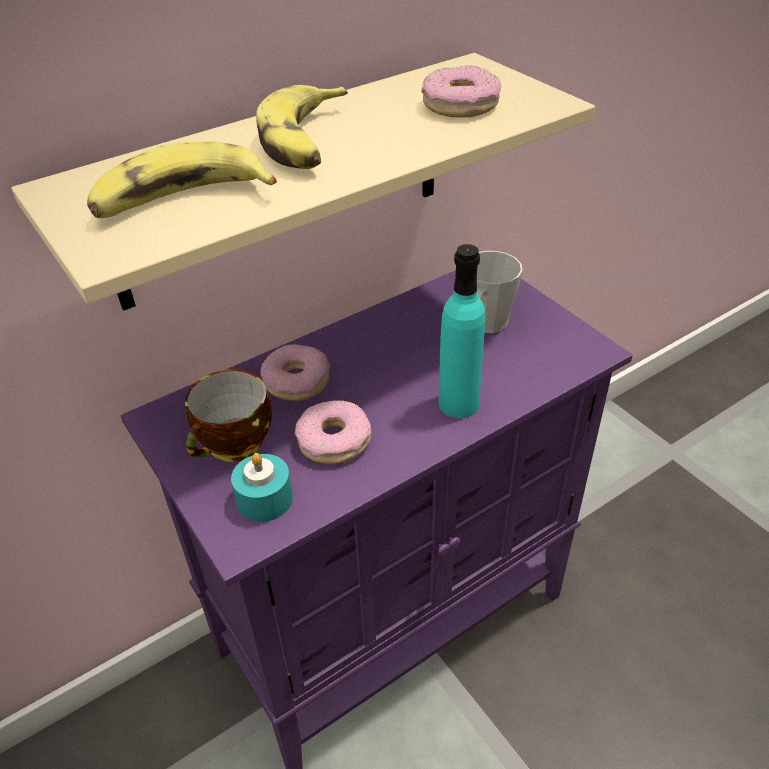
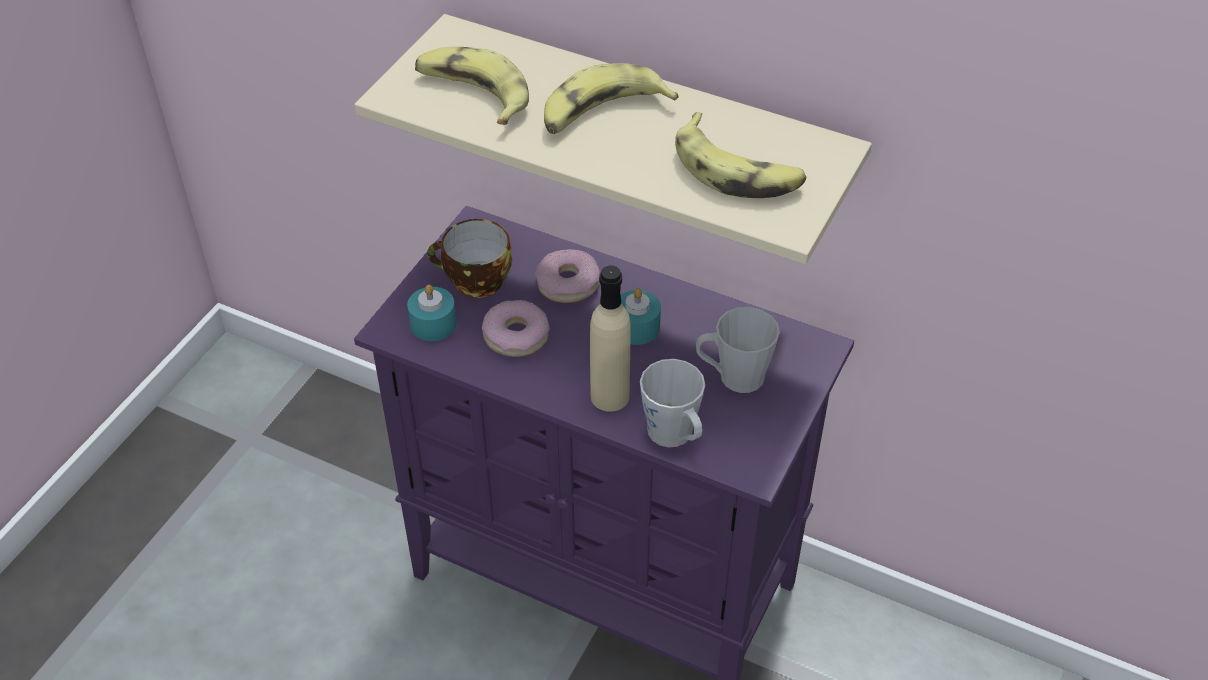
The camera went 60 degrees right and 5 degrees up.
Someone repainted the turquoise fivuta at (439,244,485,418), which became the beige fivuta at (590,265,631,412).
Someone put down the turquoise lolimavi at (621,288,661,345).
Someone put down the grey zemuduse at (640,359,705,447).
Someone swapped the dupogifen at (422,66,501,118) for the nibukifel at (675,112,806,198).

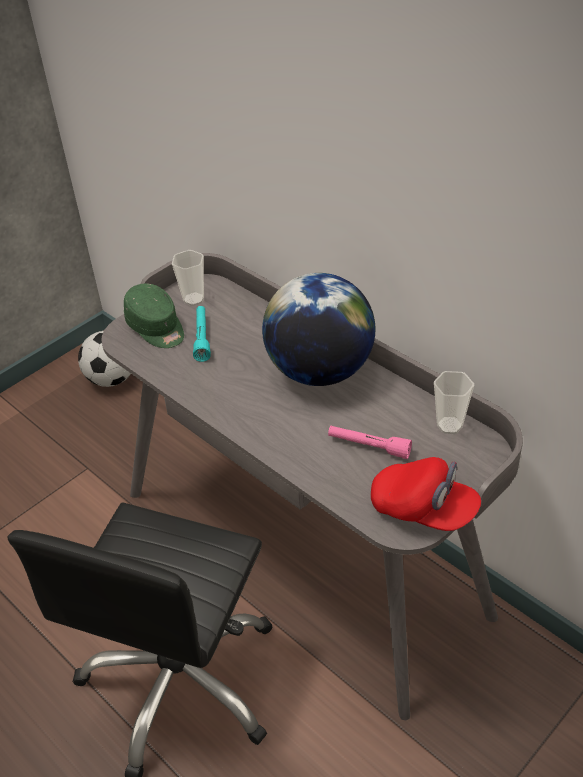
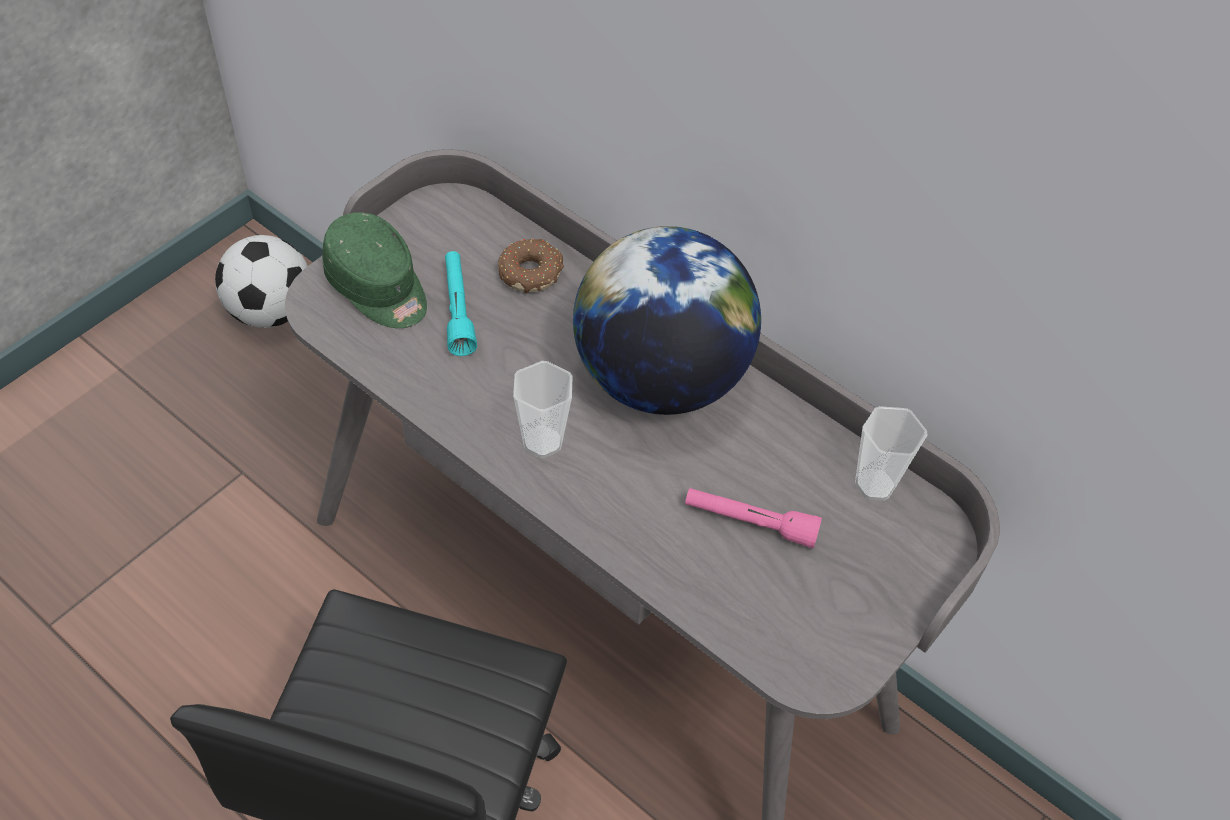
The camera went 10 degrees left and 10 degrees up.
Someone put down the dupogifen at (498,239,564,294).
Someone carried the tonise from (172,250,204,306) to (513,361,573,458).
Someone took away the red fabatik at (371,457,481,531).

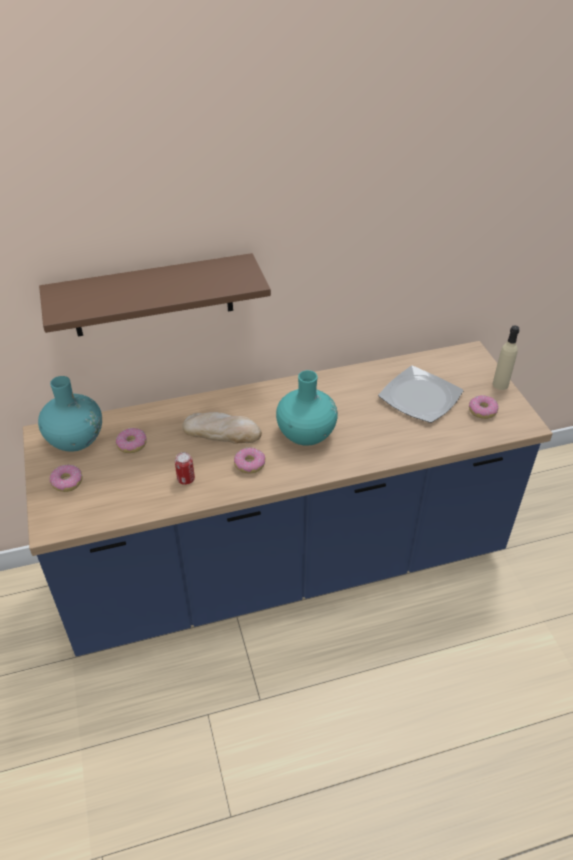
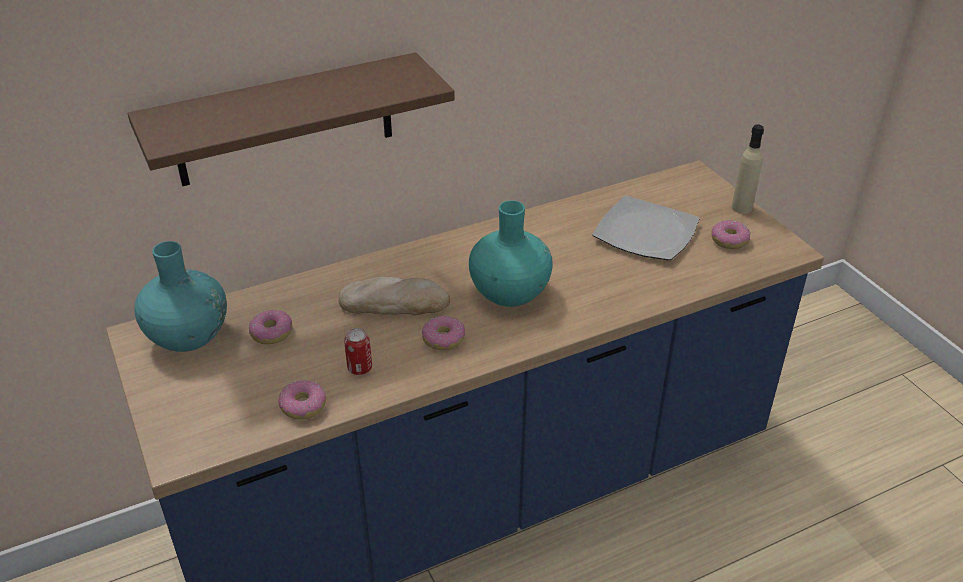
The camera went 10 degrees left and 5 degrees down.
Someone carried the dupogifen from (50,465,82,492) to (278,380,326,419).

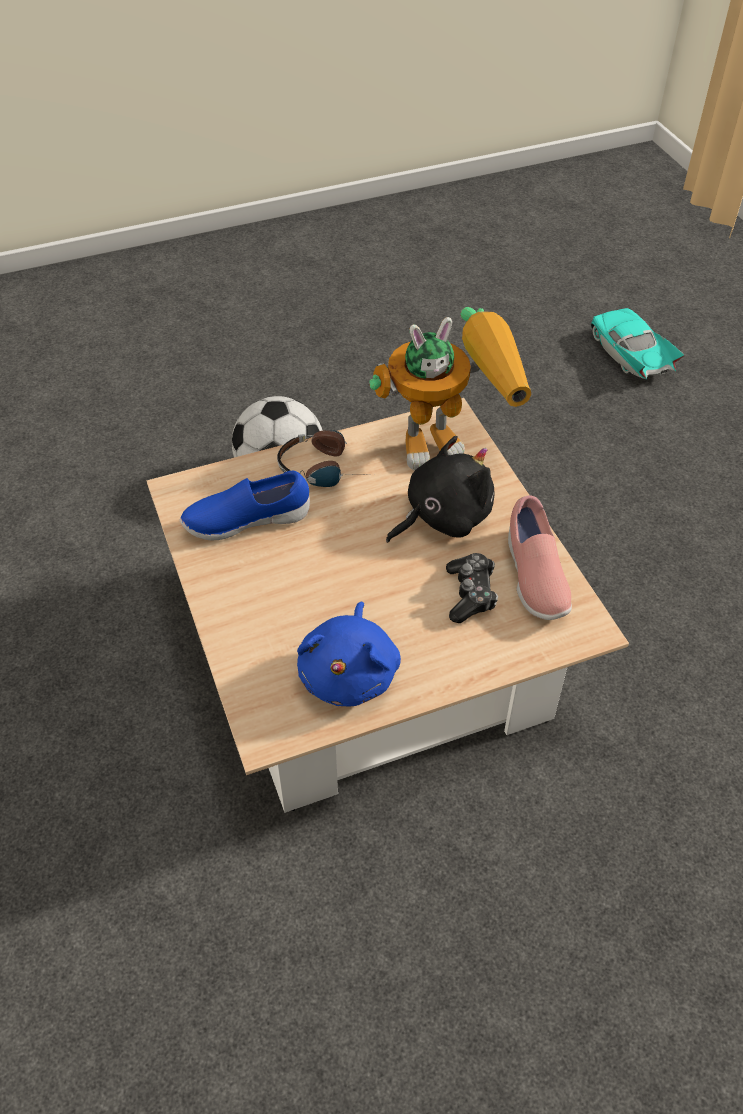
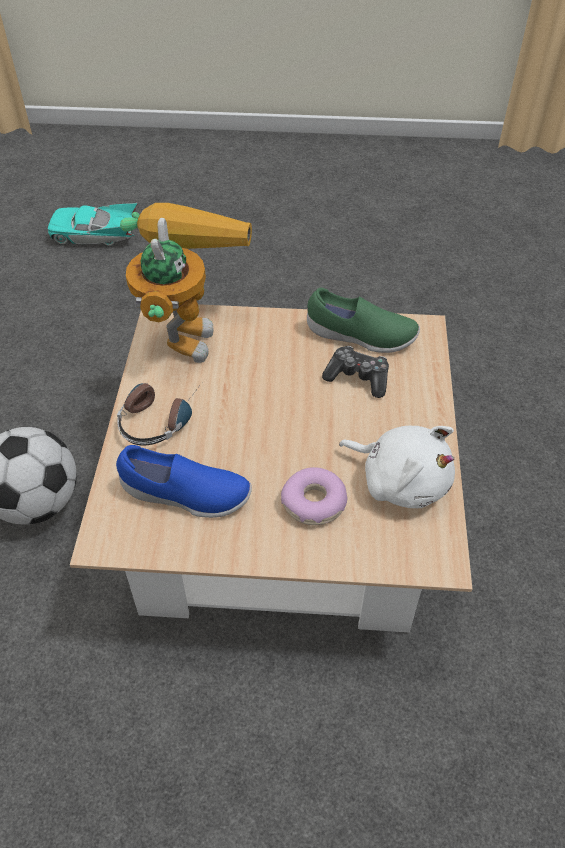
The camera went 65 degrees left and 0 degrees up.
Someone rotated the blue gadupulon at (180,471,310,540) by 90 degrees counterclockwise.
Someone put down the dupogifen at (281,467,347,525).
Someone repainted the pink gadupulon at (508,495,572,620), which became the green gadupulon at (307,288,420,353).
Someone repainted the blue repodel at (297,602,401,707), which became the white repodel at (339,426,455,508).
Someone took away the black repodel at (386,436,494,543).

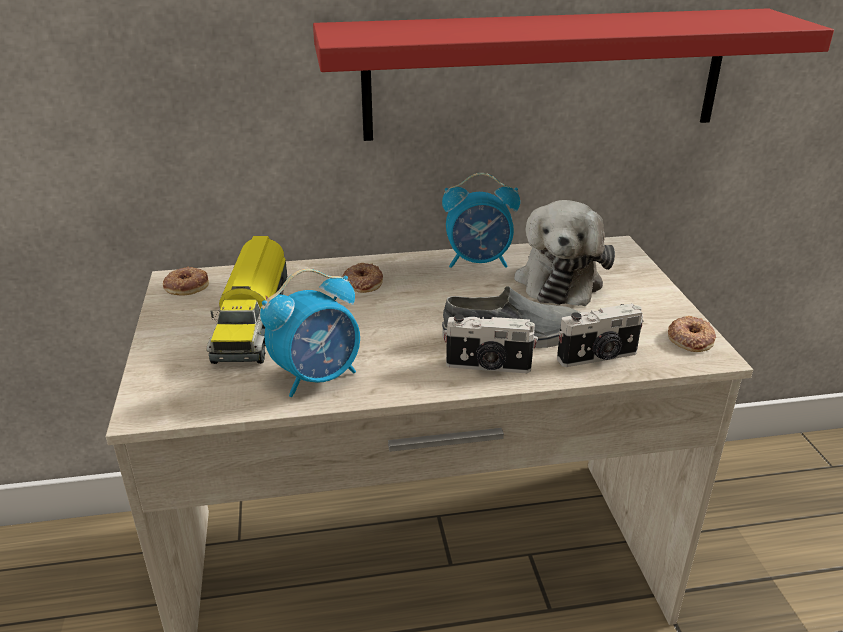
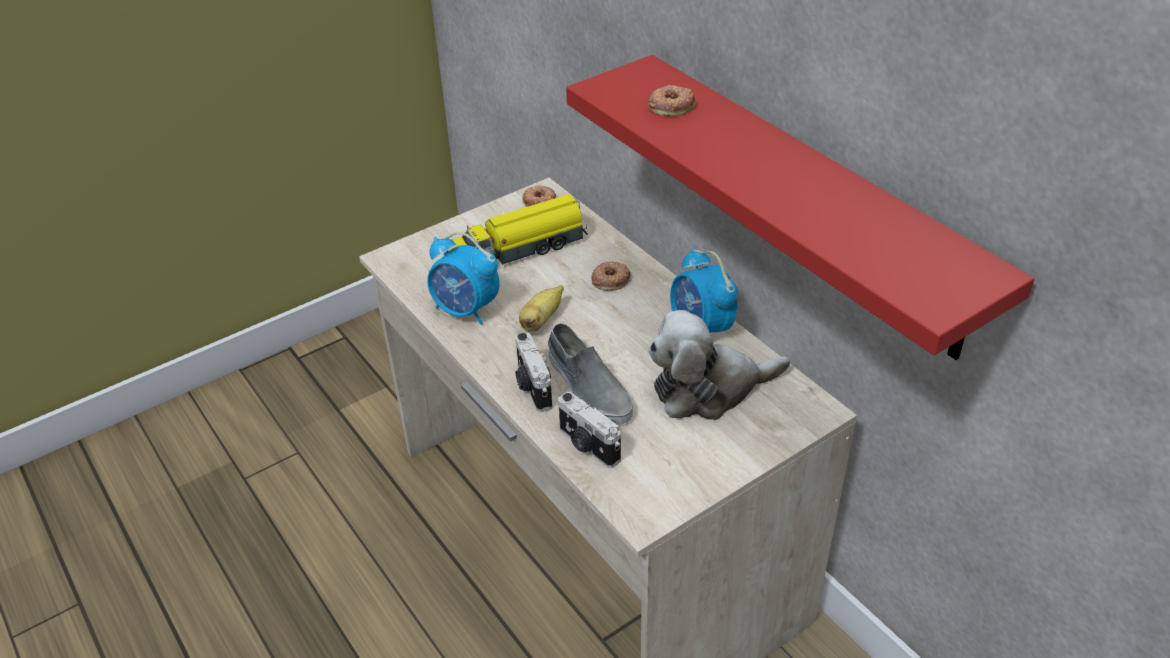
The camera went 65 degrees right and 10 degrees up.
Someone put down the nibukifel at (519,285,564,332).
Someone carried the dupogifen from (668,316,716,352) to (648,84,695,117).

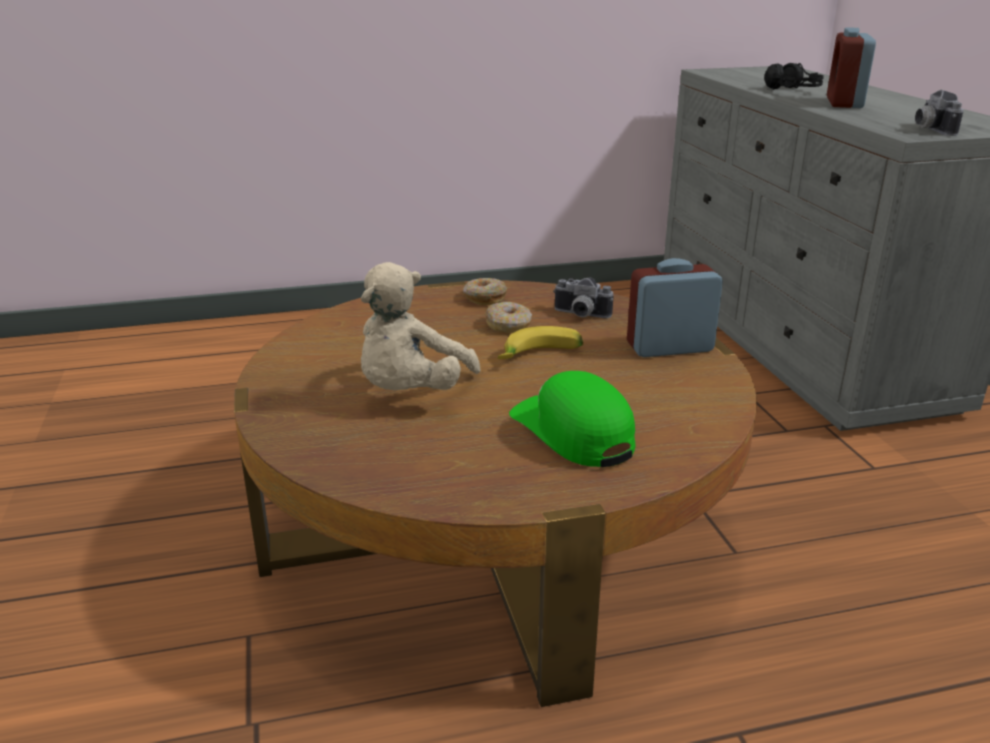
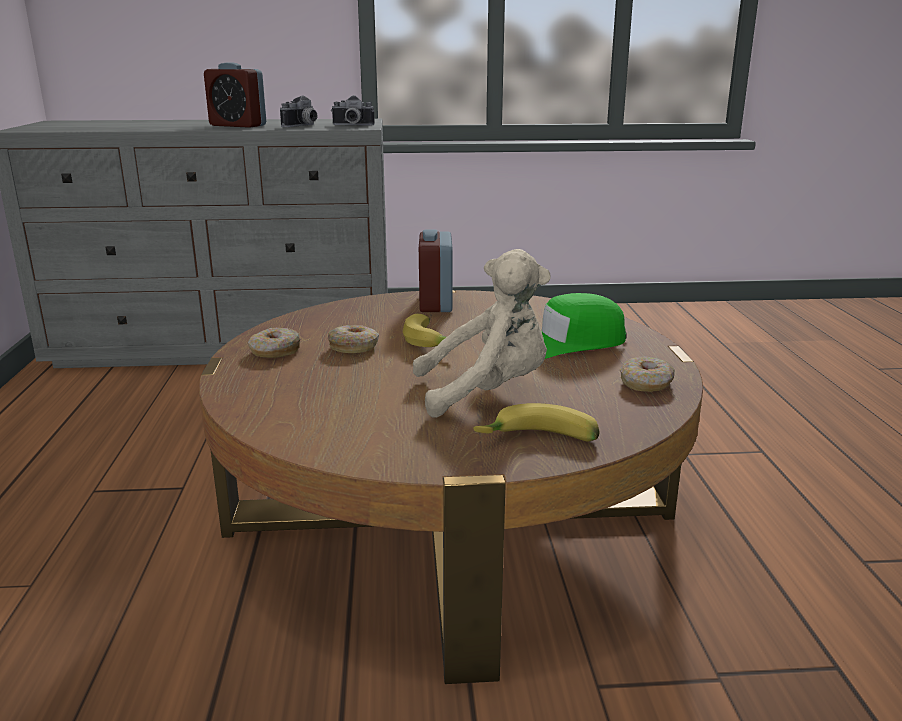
The camera went 80 degrees left and 5 degrees down.
Someone carried the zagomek from (553,277,614,318) to (280,95,317,127).
Someone rotated the beige repodel at (361,262,481,390) by 45 degrees counterclockwise.
Someone put down the nibukifel at (474,403,600,442).
Someone put down the dupogifen at (620,356,675,392).
Someone took away the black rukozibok at (764,63,824,90).

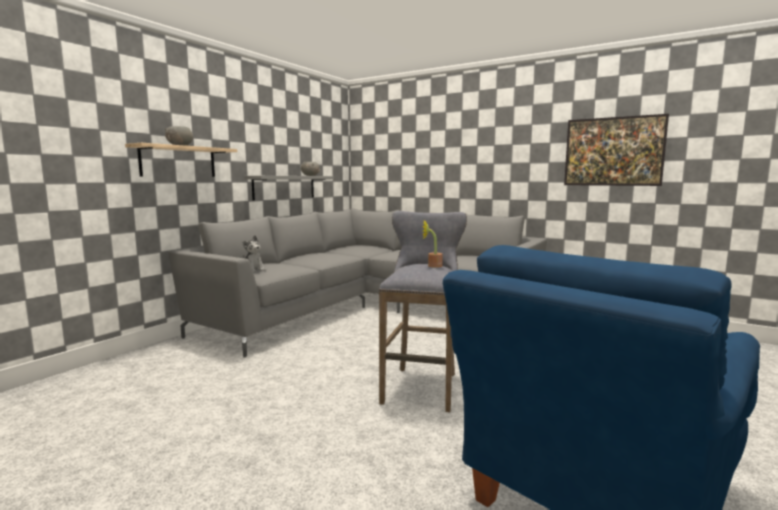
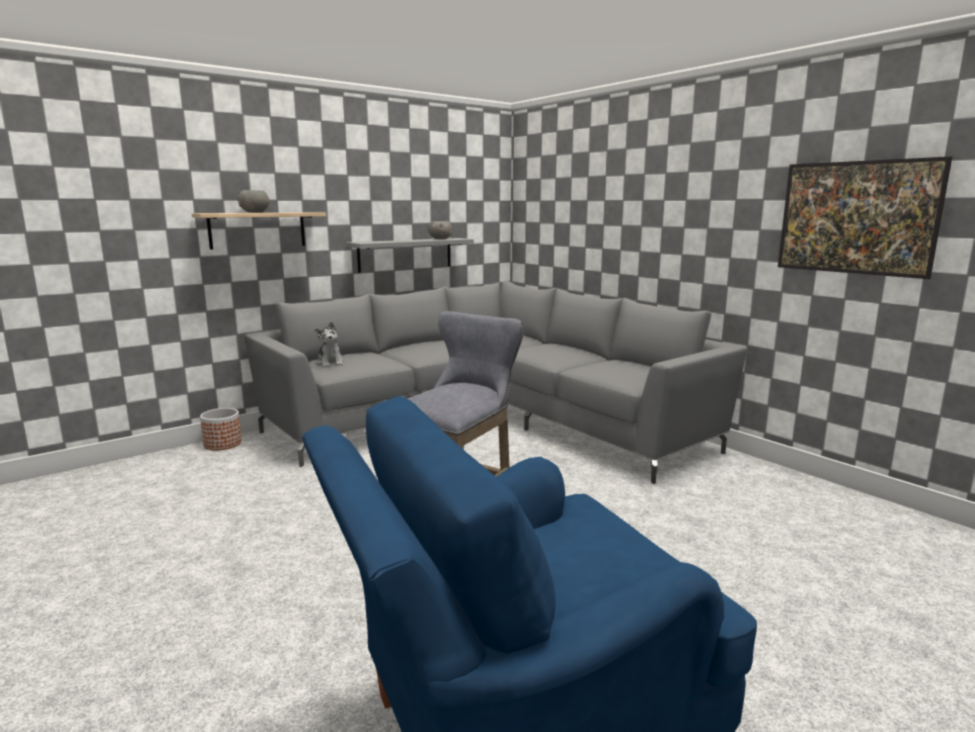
The camera went 20 degrees right and 5 degrees up.
Someone put down the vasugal at (200,408,242,451).
Someone took away the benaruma at (422,220,443,268).

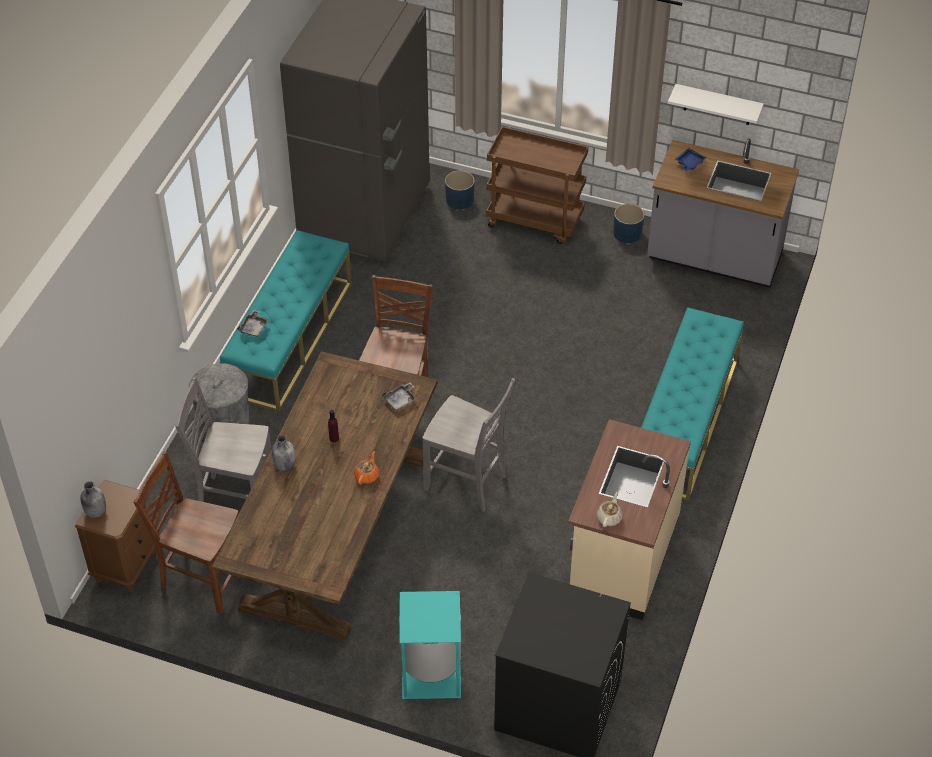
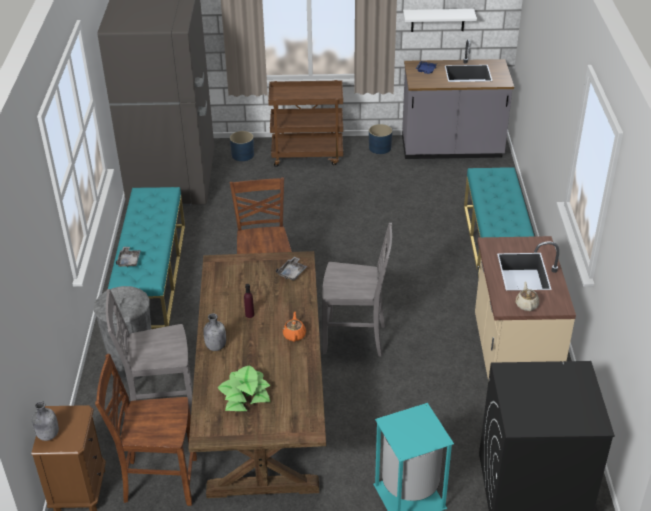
The camera went 20 degrees left and 10 degrees down.
Someone put down the benaruma at (218,365,270,411).

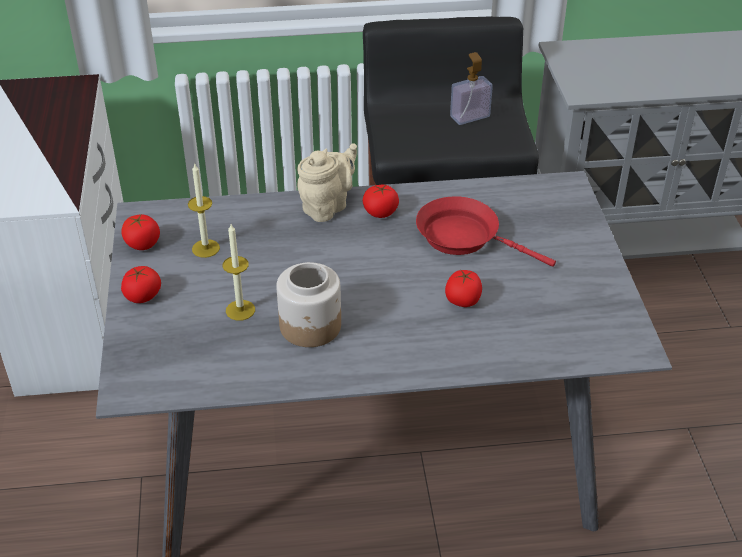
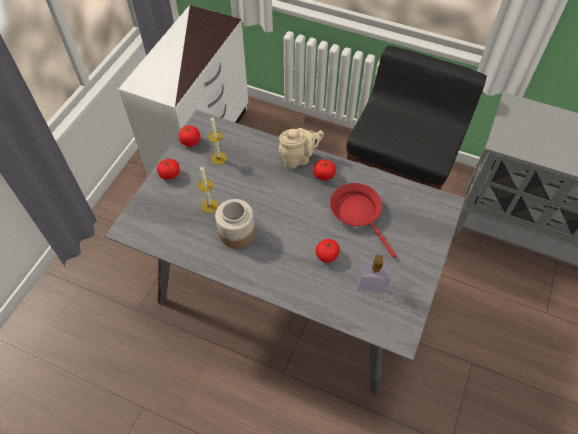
The camera went 30 degrees right and 15 degrees up.
Someone carried the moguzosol from (450,52,493,125) to (358,255,391,292).

